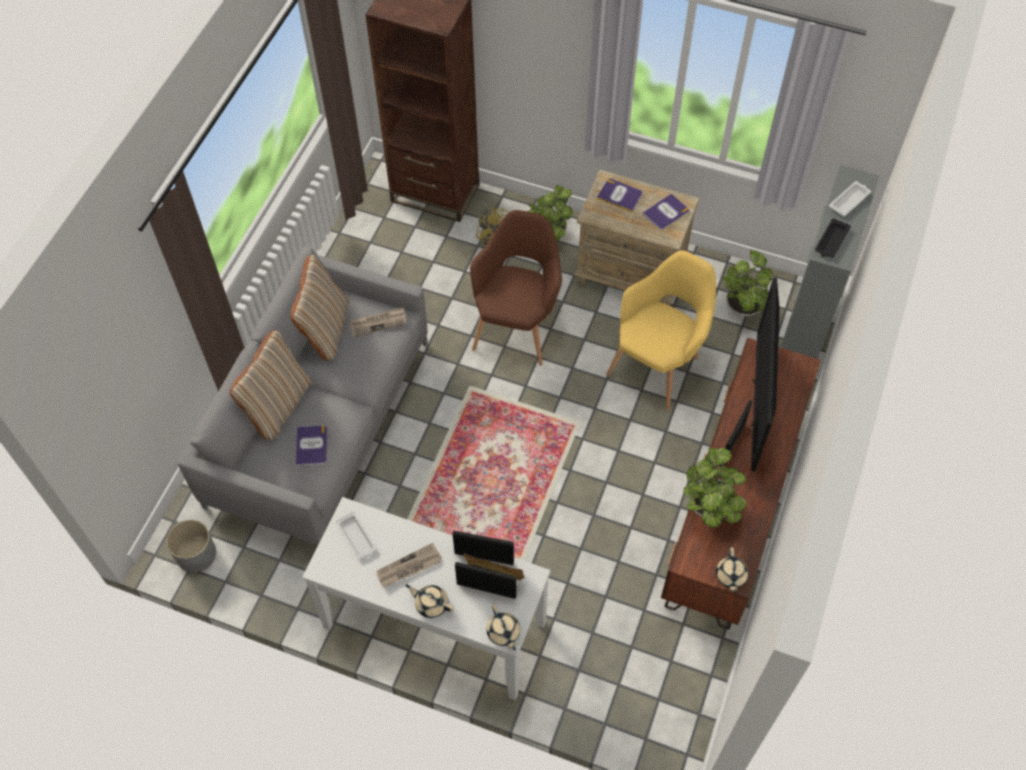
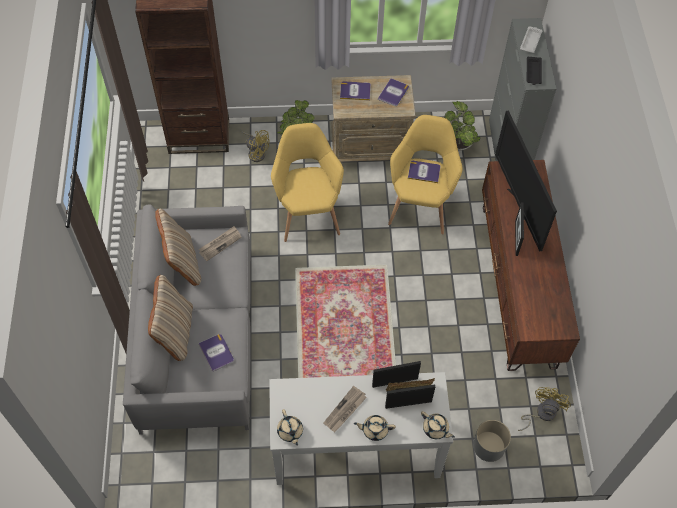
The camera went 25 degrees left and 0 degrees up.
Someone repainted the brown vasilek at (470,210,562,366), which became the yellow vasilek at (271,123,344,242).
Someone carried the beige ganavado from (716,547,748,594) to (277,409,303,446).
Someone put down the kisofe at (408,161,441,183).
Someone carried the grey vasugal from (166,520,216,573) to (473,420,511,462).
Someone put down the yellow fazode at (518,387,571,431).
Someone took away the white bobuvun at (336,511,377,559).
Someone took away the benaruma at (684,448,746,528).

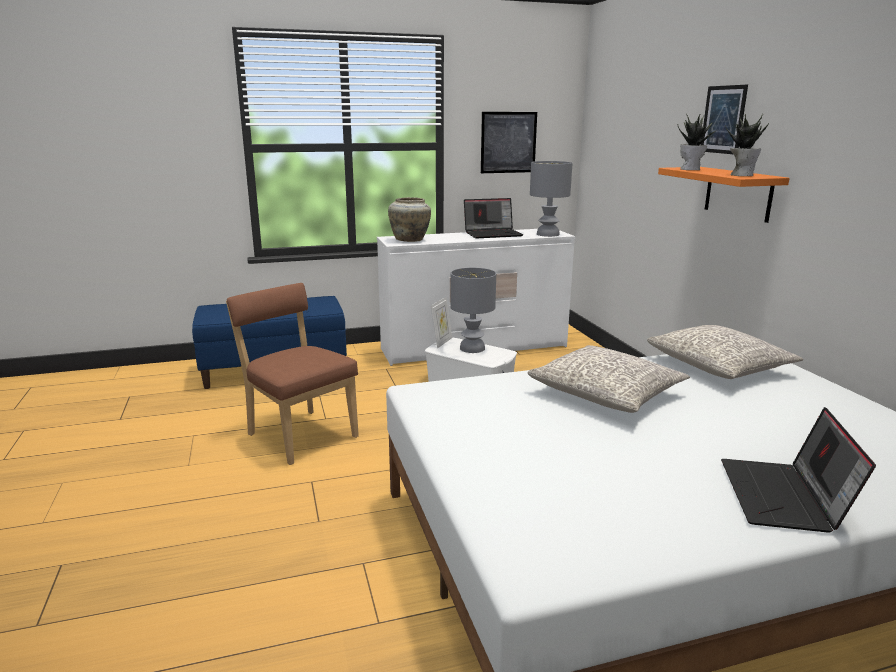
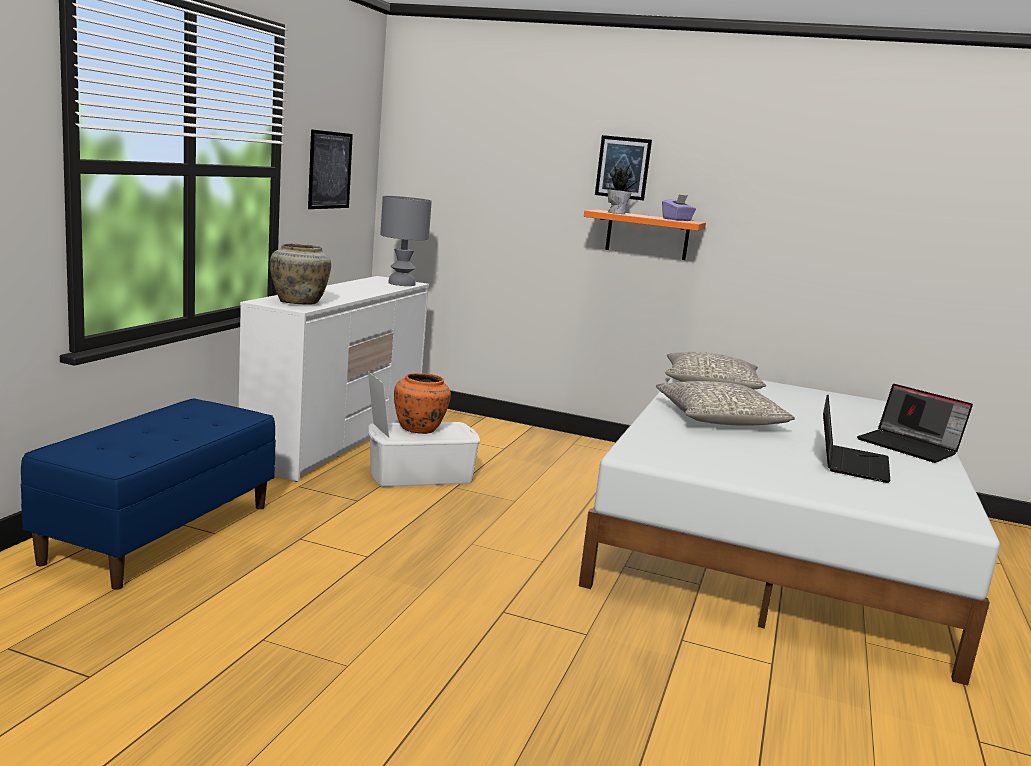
The camera went 55 degrees left and 5 degrees down.
Someone swapped the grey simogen at (450,268,496,353) for the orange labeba at (394,373,451,434).
Someone swapped the benaruma at (725,114,769,176) for the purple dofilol at (662,194,696,221).
Someone carried the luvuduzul from (464,198,523,238) to (823,394,890,483).
Someone took away the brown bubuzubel at (226,283,359,465).

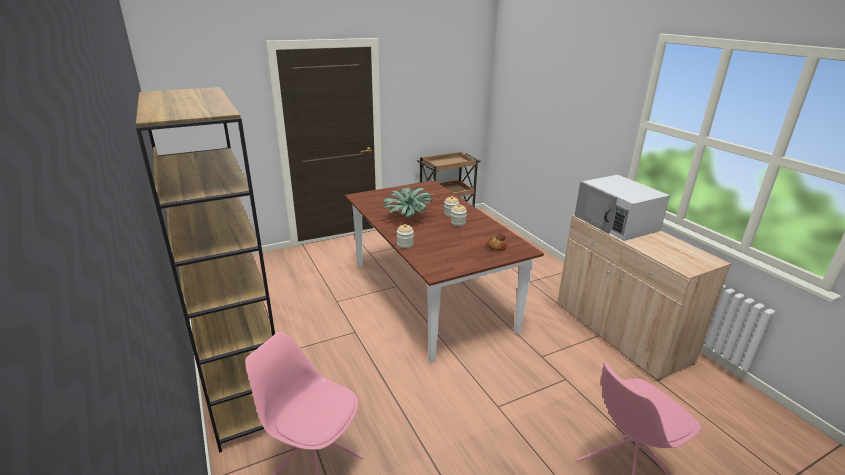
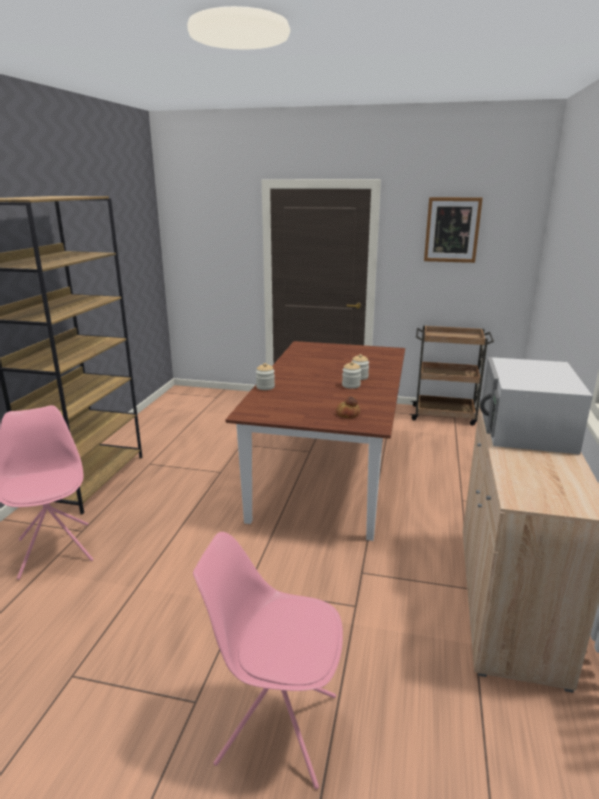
The camera went 40 degrees right and 5 degrees down.
Someone put up the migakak at (424,197,483,263).
Someone took away the benaruma at (383,187,440,218).

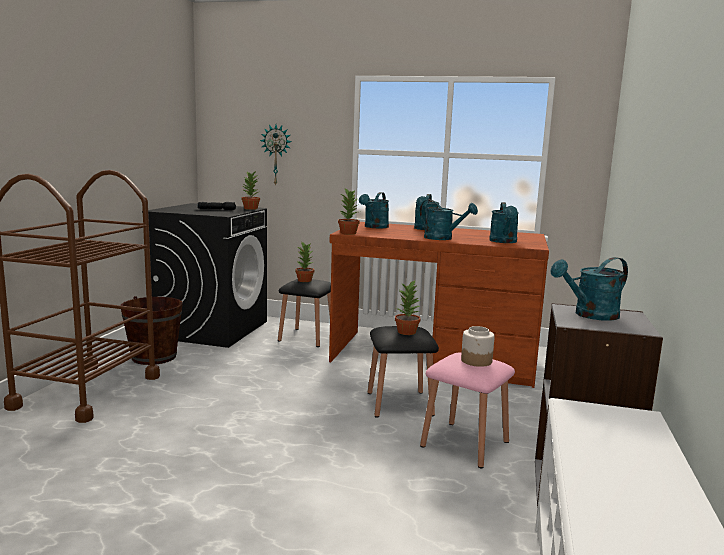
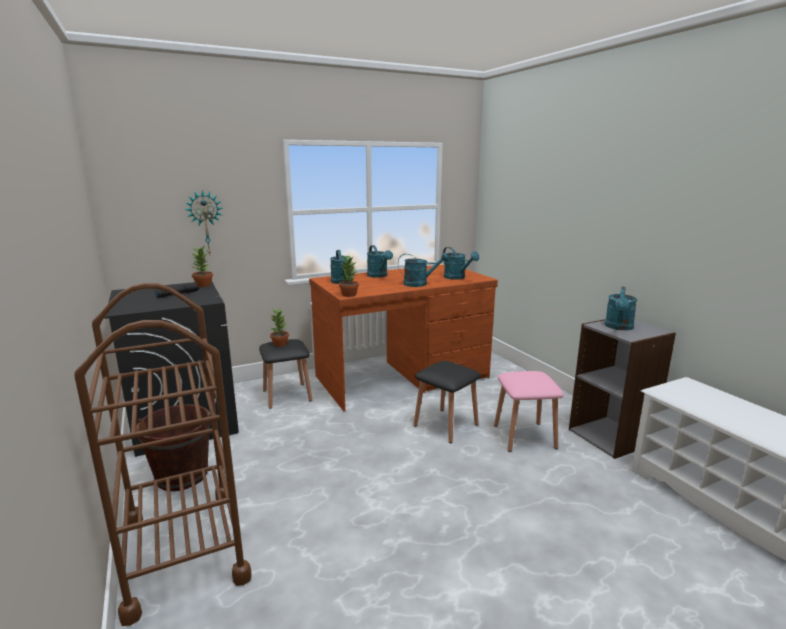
The camera went 40 degrees left and 5 degrees up.
Someone took away the benaruma at (395,281,420,335).
Someone took away the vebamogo at (461,326,495,367).

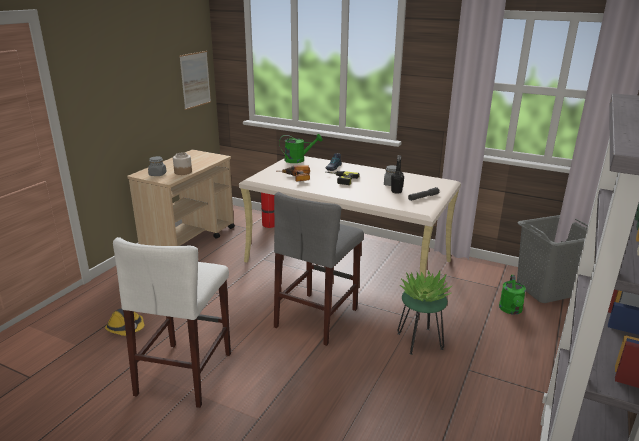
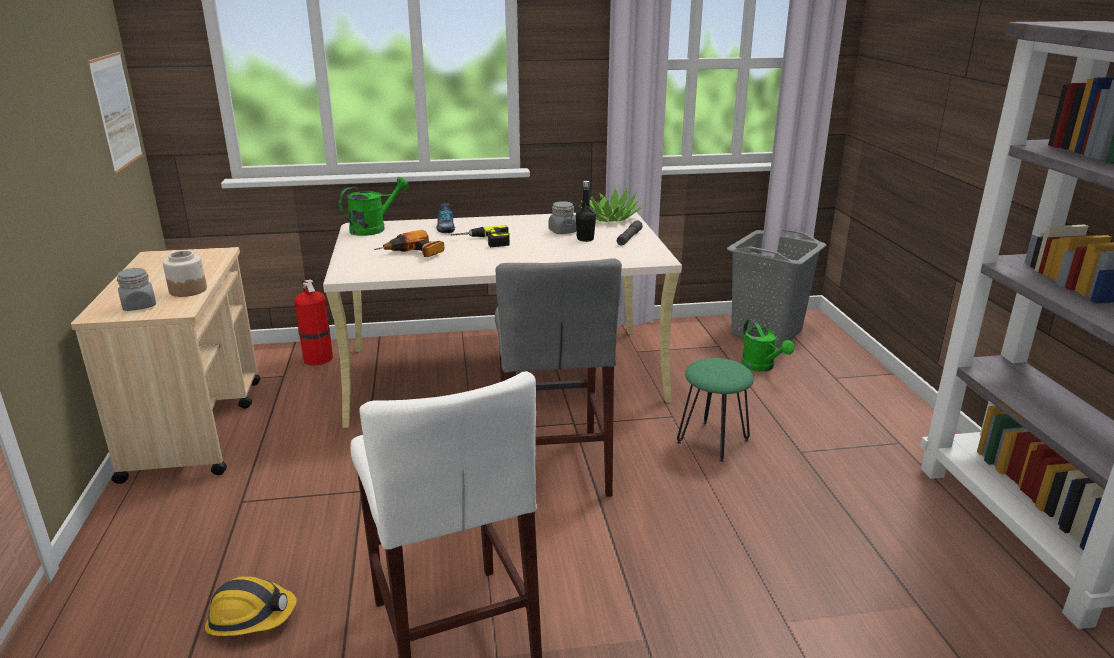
The camera went 35 degrees left and 0 degrees up.
Someone carried the benaruma from (400,270,452,302) to (579,188,643,222).

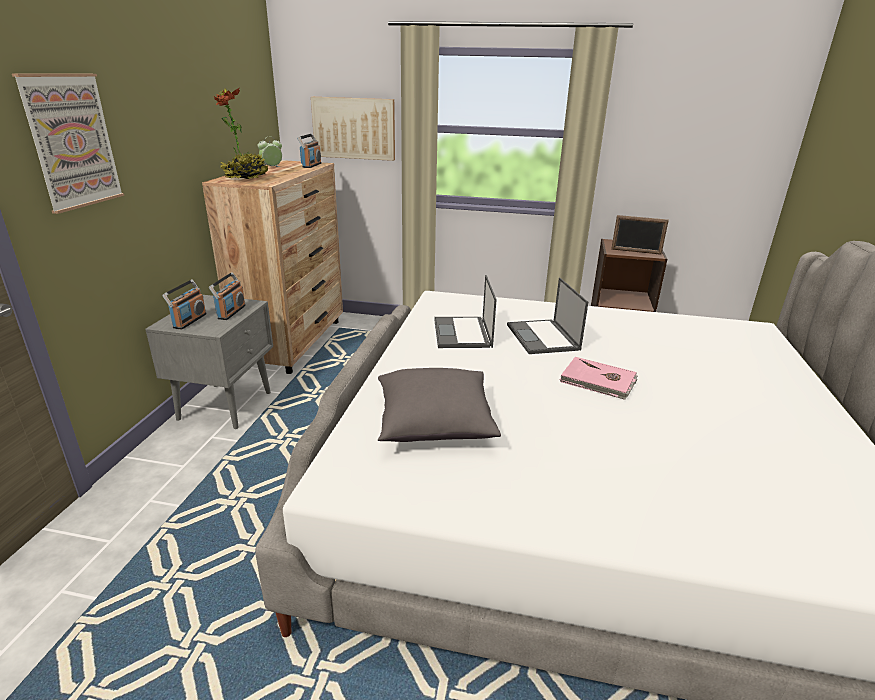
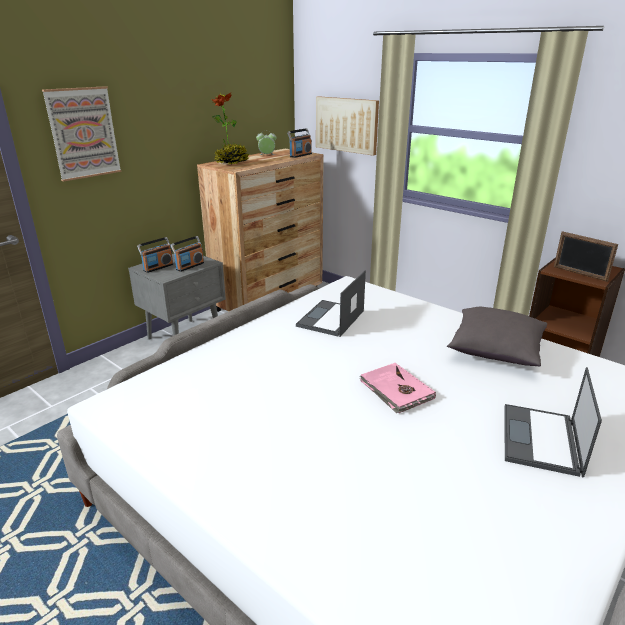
The camera went 30 degrees right and 0 degrees up.
Someone carried the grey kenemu from (378,368,501,442) to (447,307,547,366).
Someone carried the luvuduzul from (507,277,588,354) to (505,367,602,478).

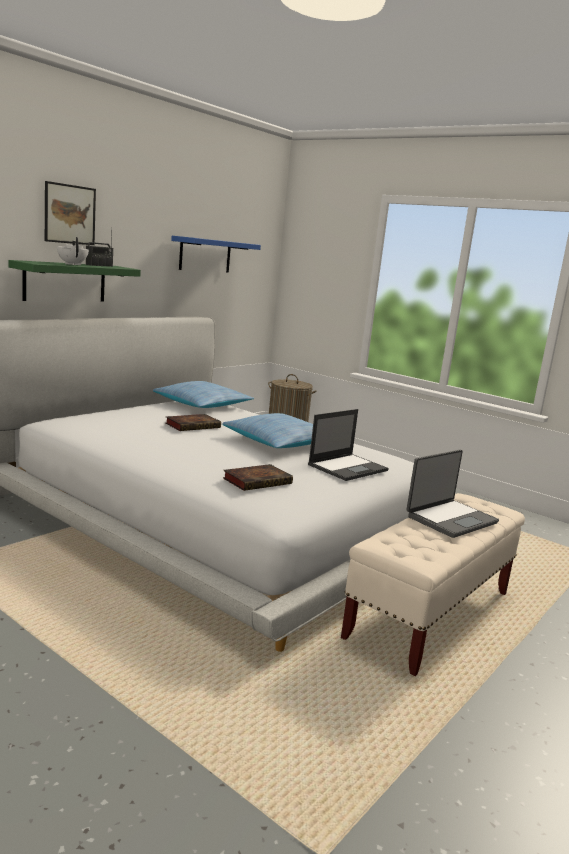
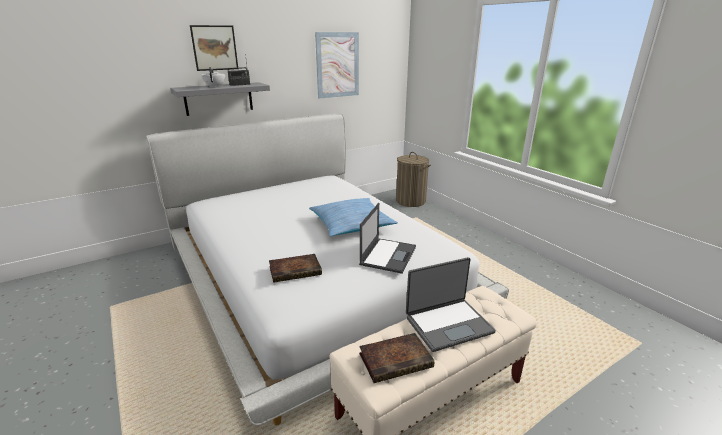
The camera went 20 degrees right and 10 degrees up.
Someone repainted the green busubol at (8,260,141,302), which became the grey busubol at (170,82,270,116).
Someone swapped the blue busubol at (171,236,261,273) for the migakak at (315,32,359,98).
Someone rotated the luvuduzul at (308,409,389,481) by 45 degrees counterclockwise.
Someone carried the kisofe from (165,414,221,431) to (359,333,434,383).
Someone took away the kenemu at (153,381,254,408).

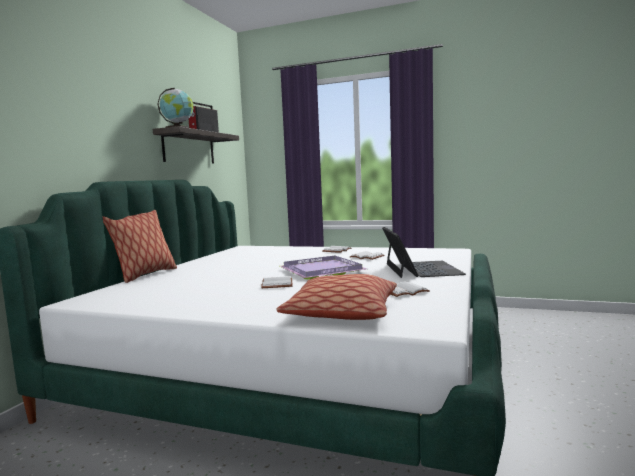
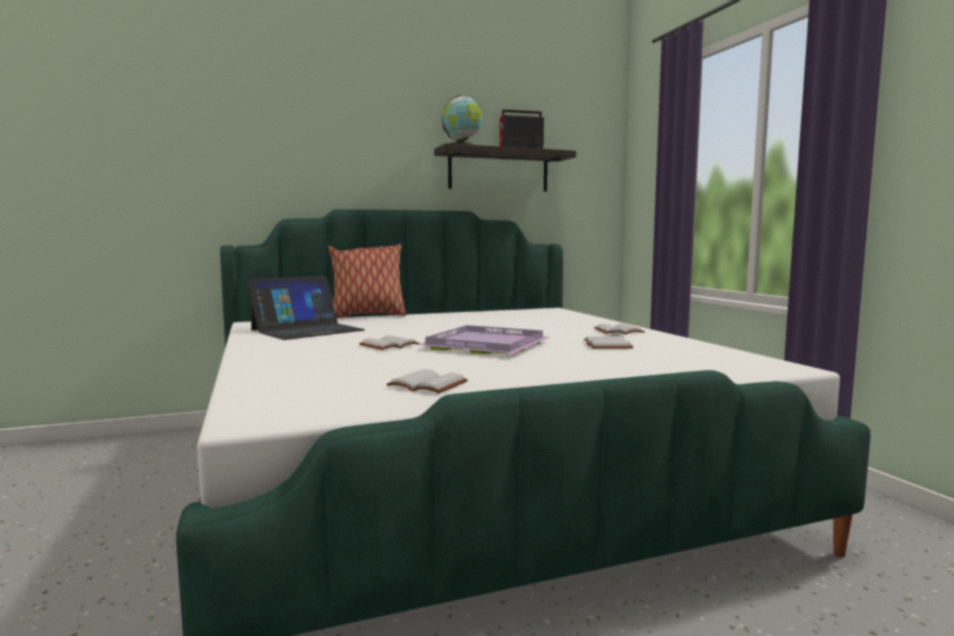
The camera went 50 degrees right and 0 degrees up.
Someone carried the luvuduzul from (382,227,466,278) to (247,276,365,340).
Someone took away the kenemu at (276,274,397,320).

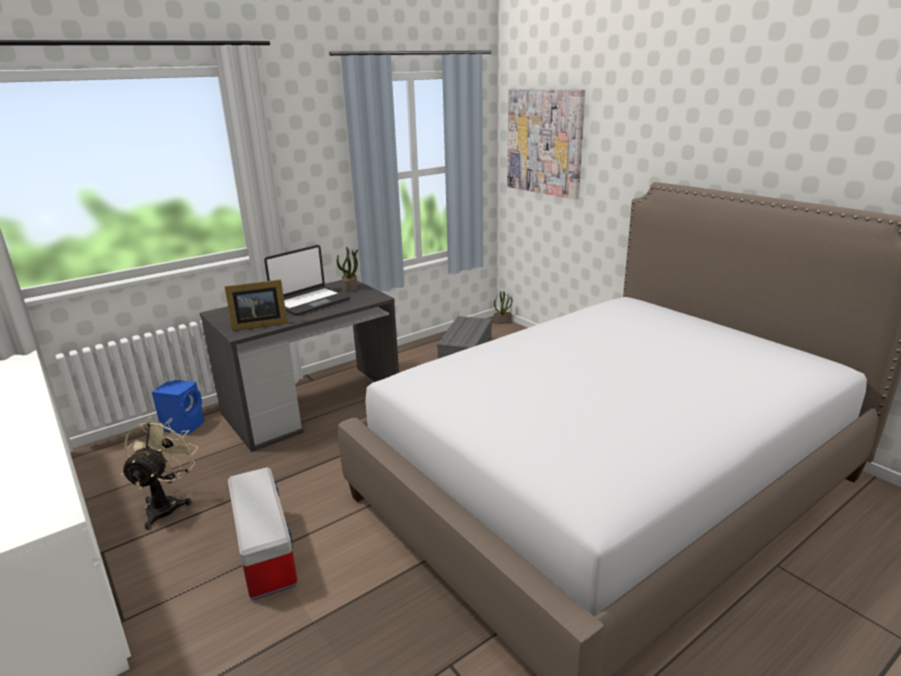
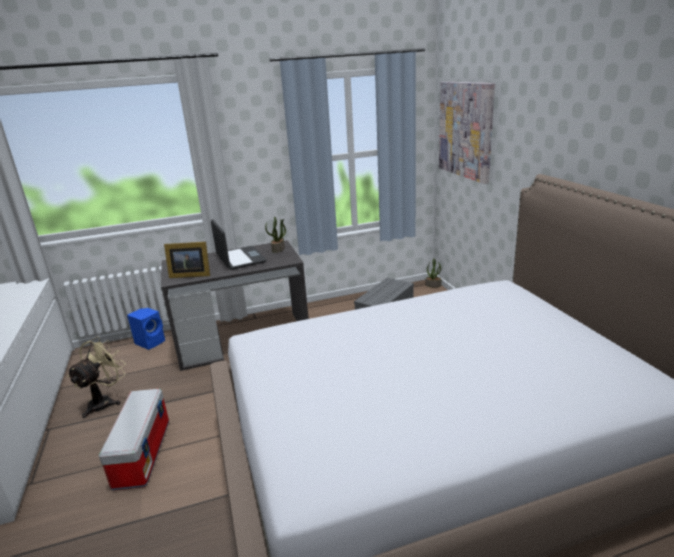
The camera went 20 degrees right and 0 degrees up.
Someone rotated the luvuduzul at (264,245,350,315) by 90 degrees counterclockwise.

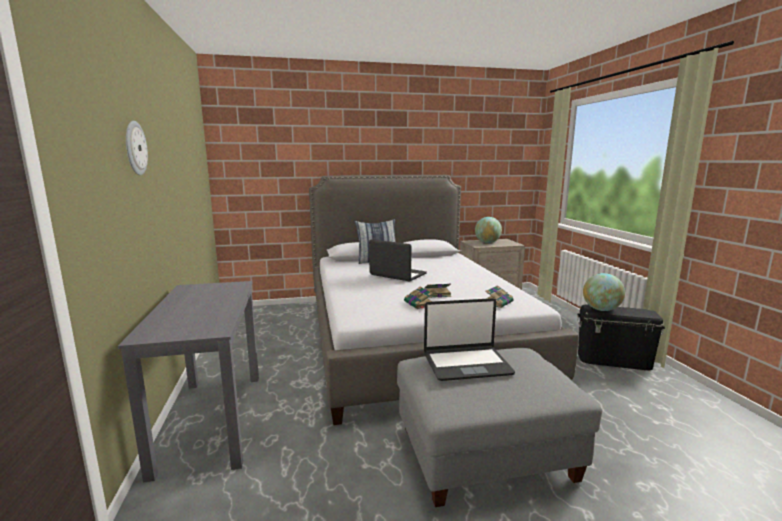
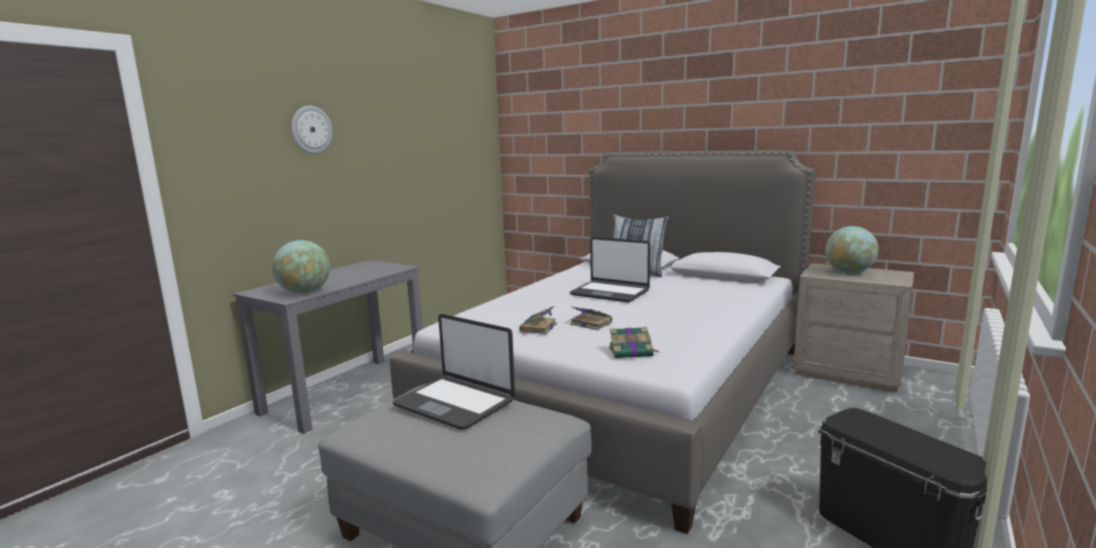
The camera went 45 degrees right and 0 degrees up.
Someone carried the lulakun from (583,273,625,311) to (272,240,330,294).
Someone rotated the luvuduzul at (369,239,427,282) by 135 degrees clockwise.

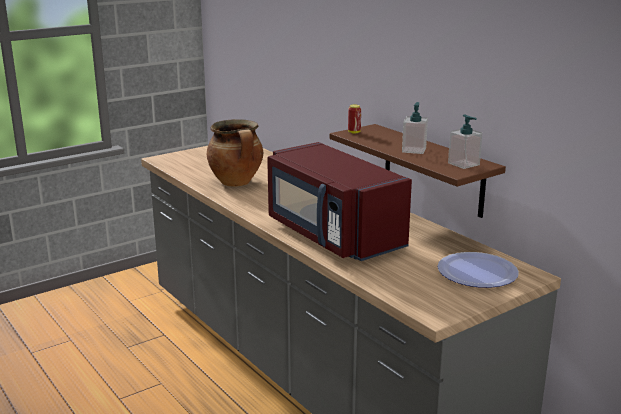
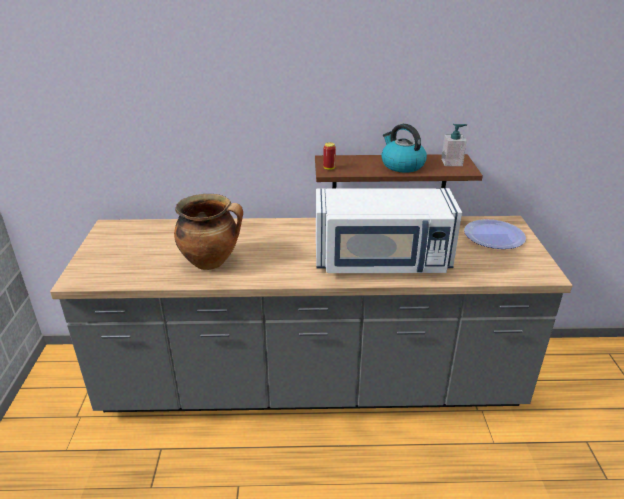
The camera went 55 degrees left and 10 degrees up.
Someone repainted the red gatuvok at (267,142,412,261), which became the white gatuvok at (316,188,462,273).
Someone swapped the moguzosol at (402,102,428,154) for the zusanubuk at (381,124,427,173).

